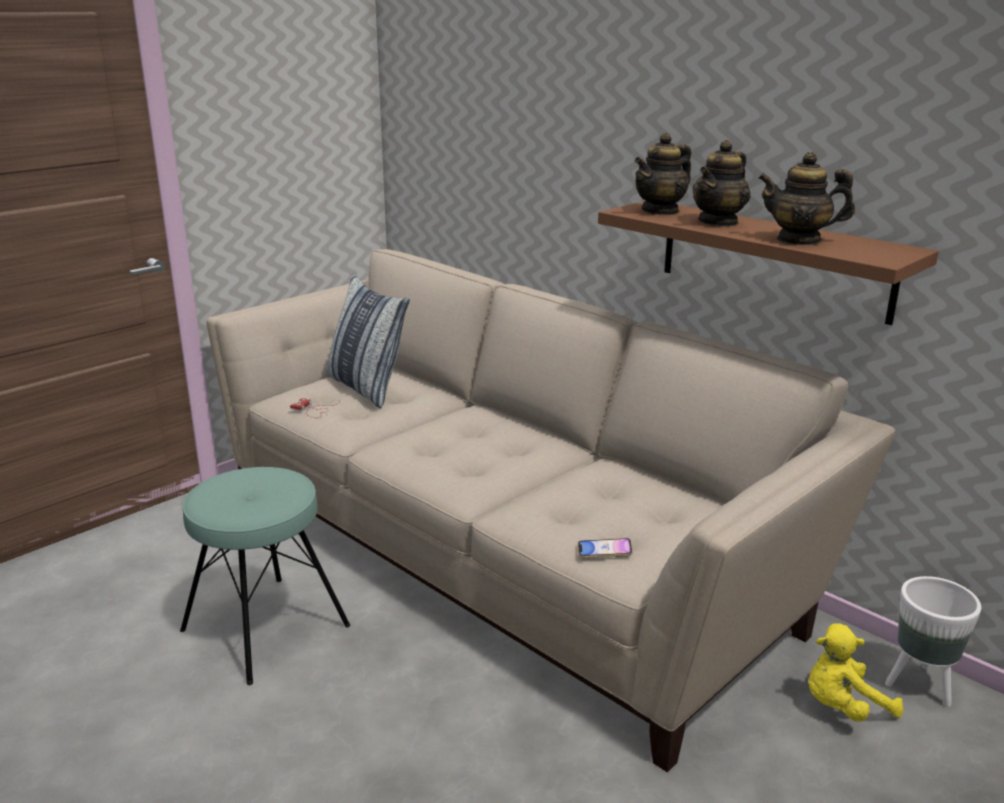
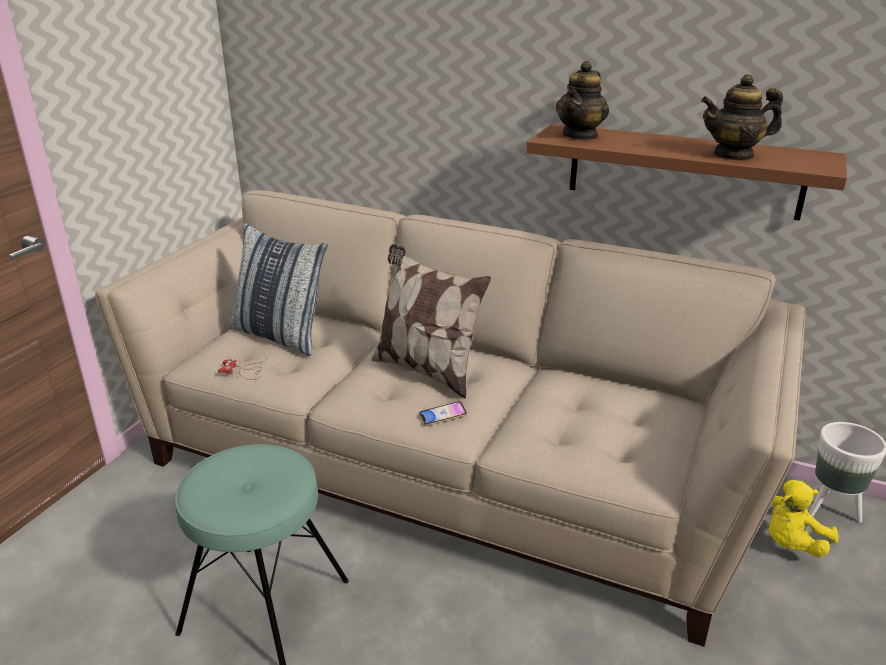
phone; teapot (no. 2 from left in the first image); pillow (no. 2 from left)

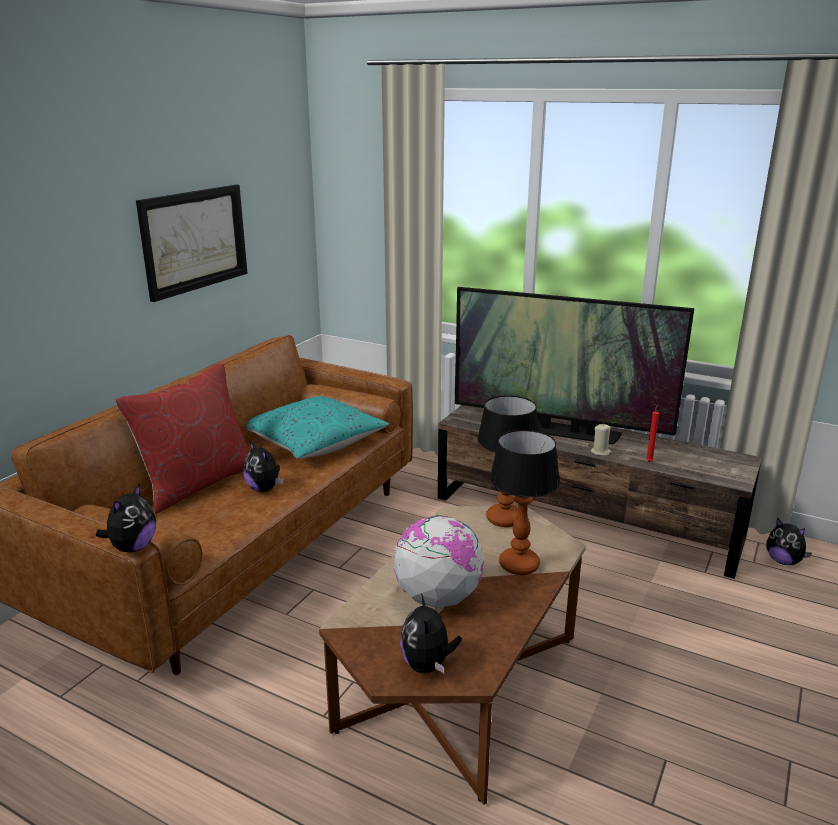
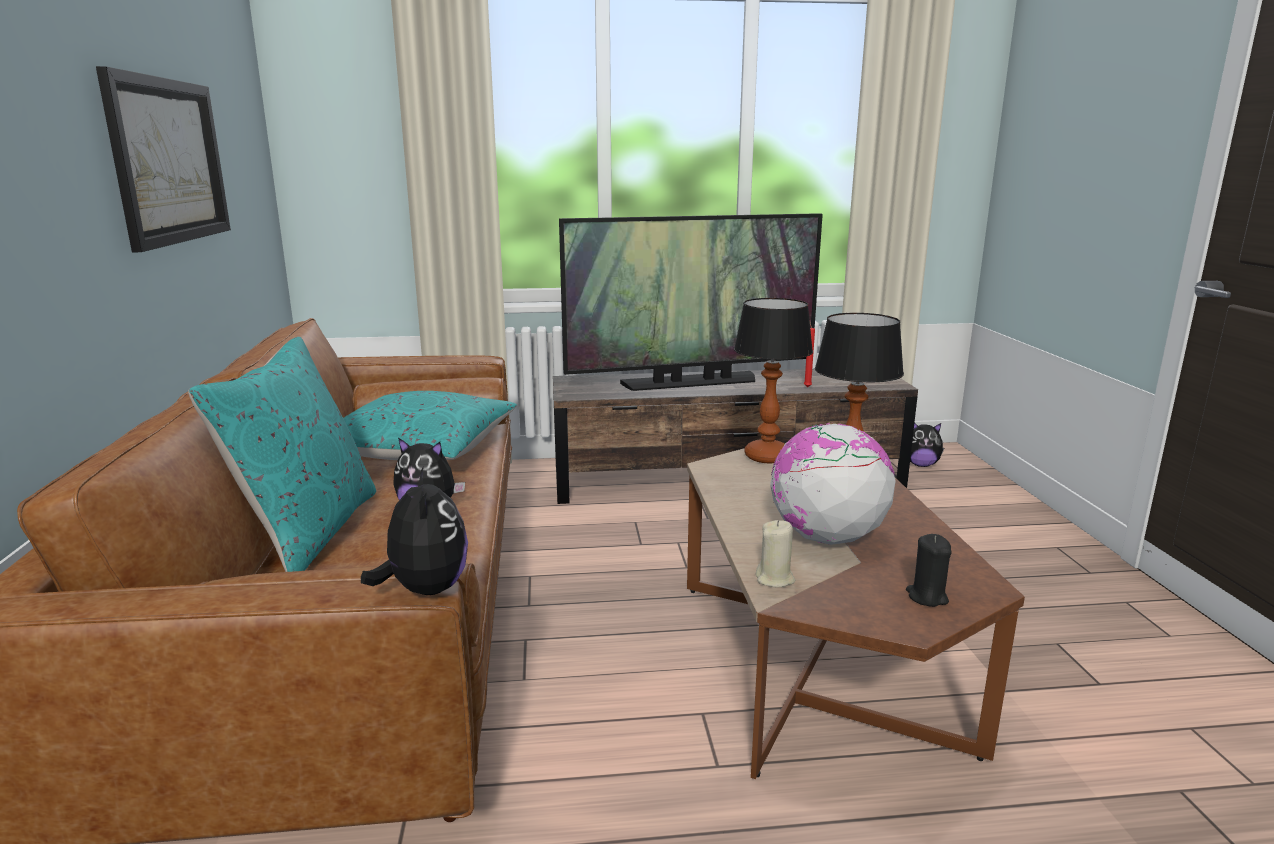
turquoise pillow (no. 1 from left); black candle; beige candle

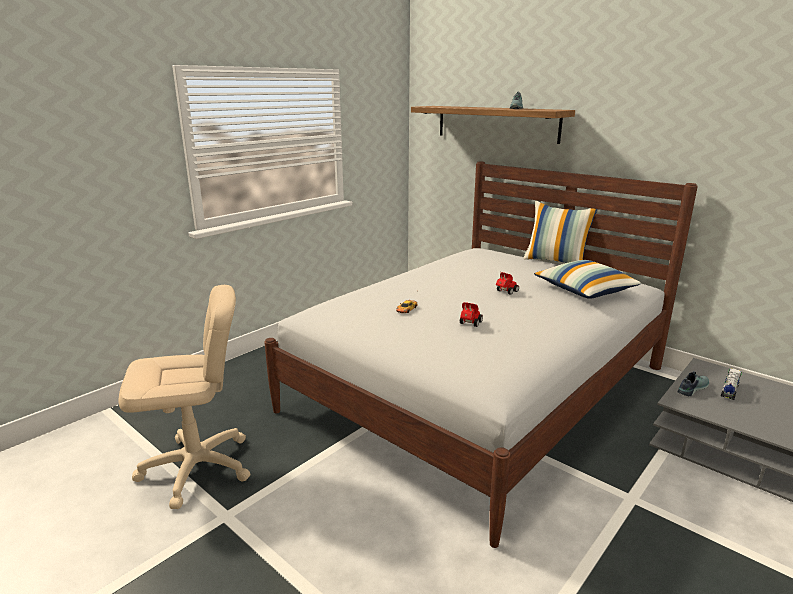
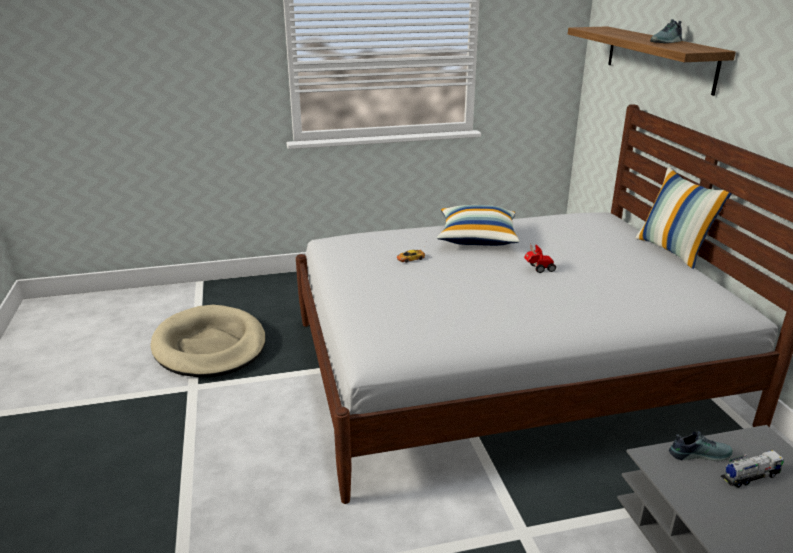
beige dog bed; toy car (no. 2 from left in the first image); pillow (no. 1 from left)

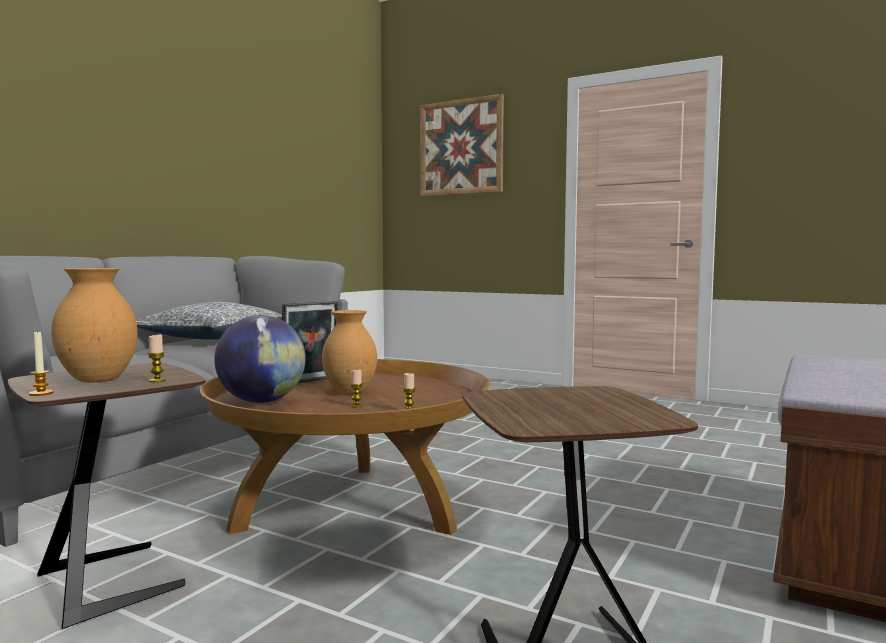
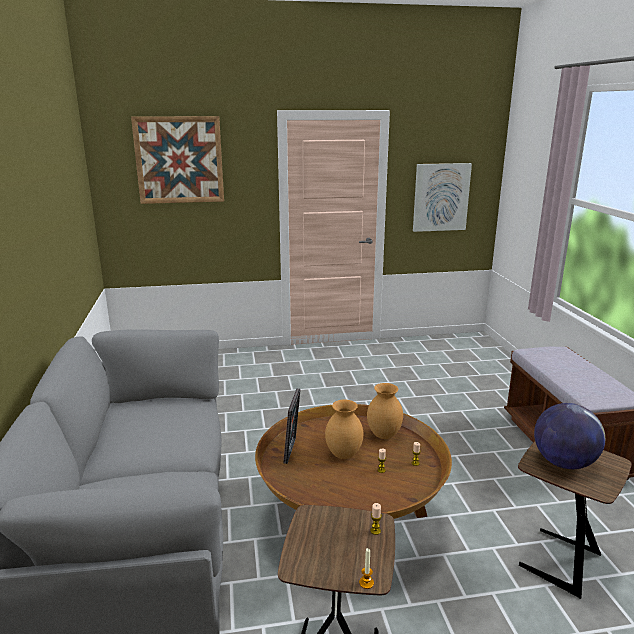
brown vase (no. 2 from left); pillow; globe; picture (no. 2 from left)

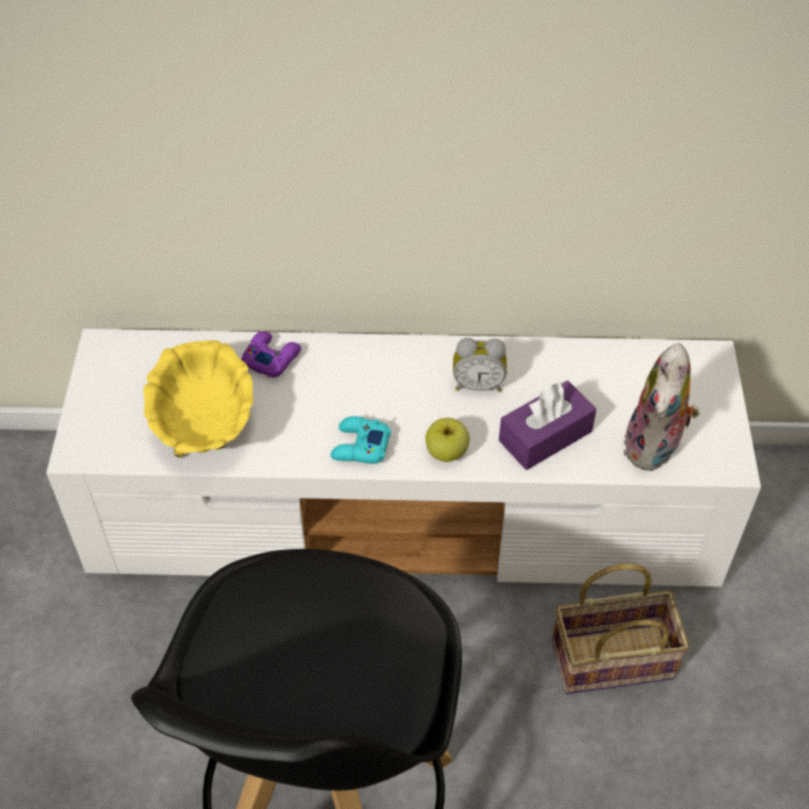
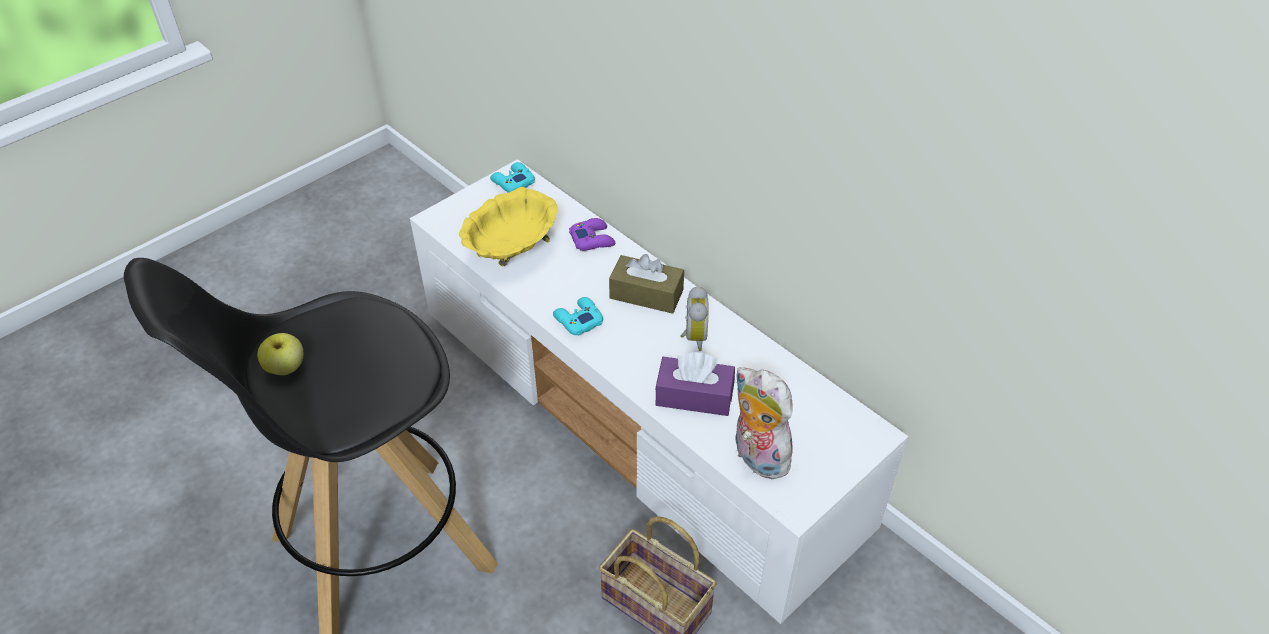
apple; alarm clock; plush toy; turquoise game controller (no. 1 from left); brown tissue box

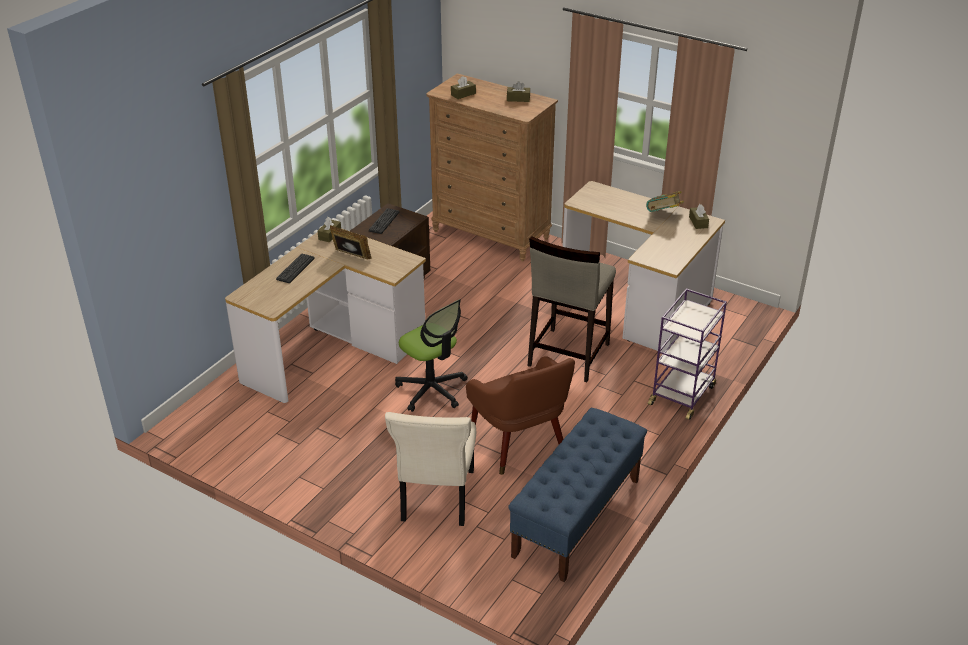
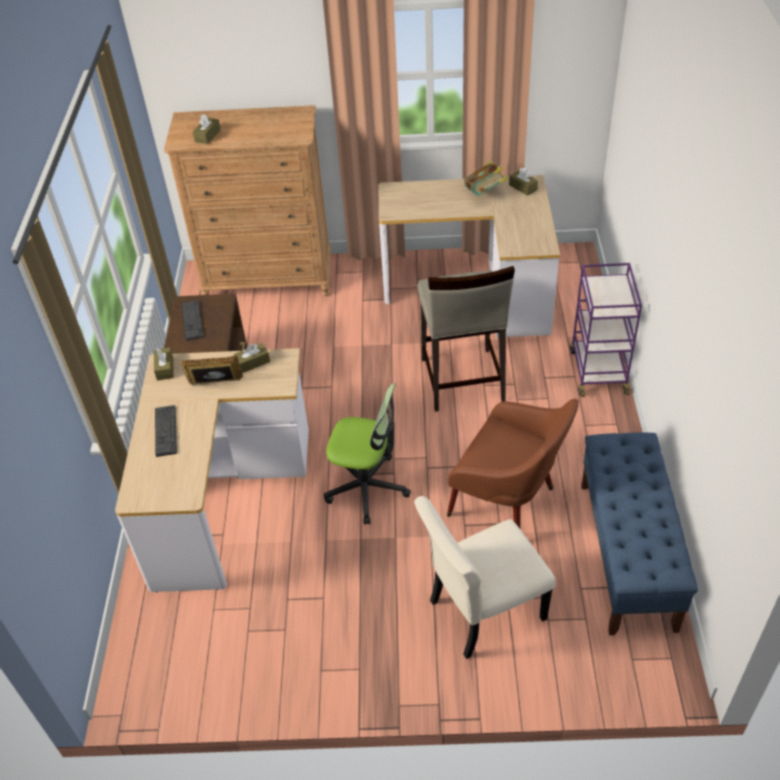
beige chair; brown tissue box (no. 3 from left)

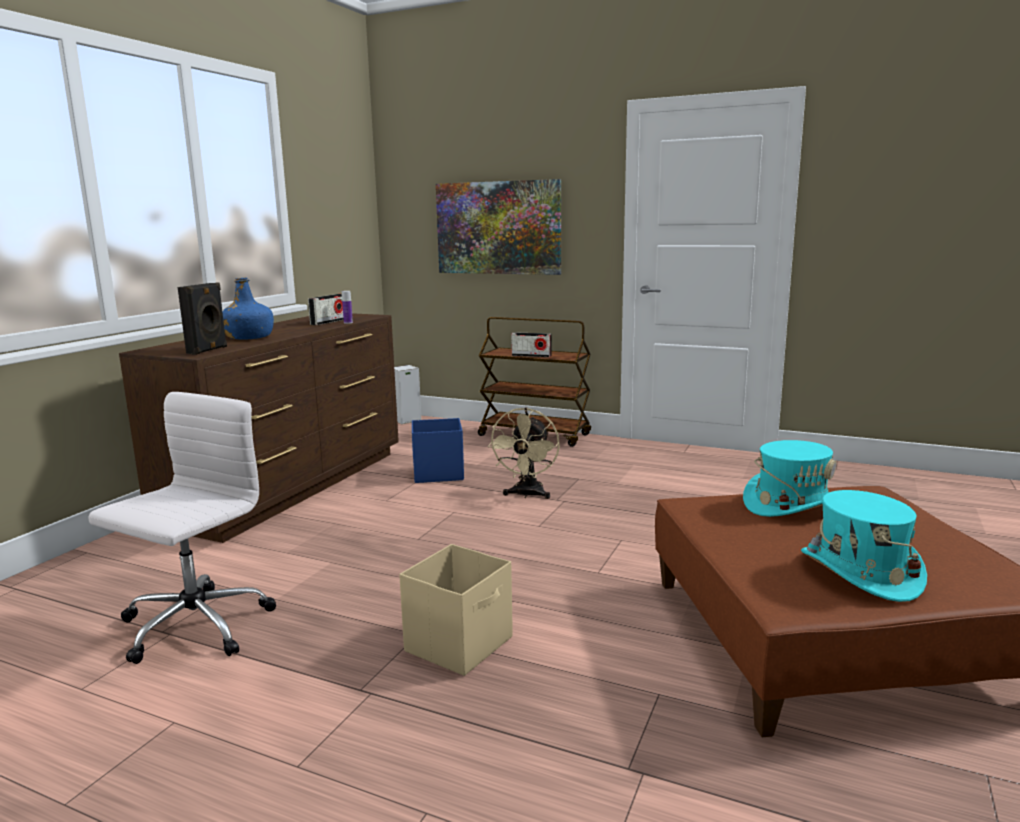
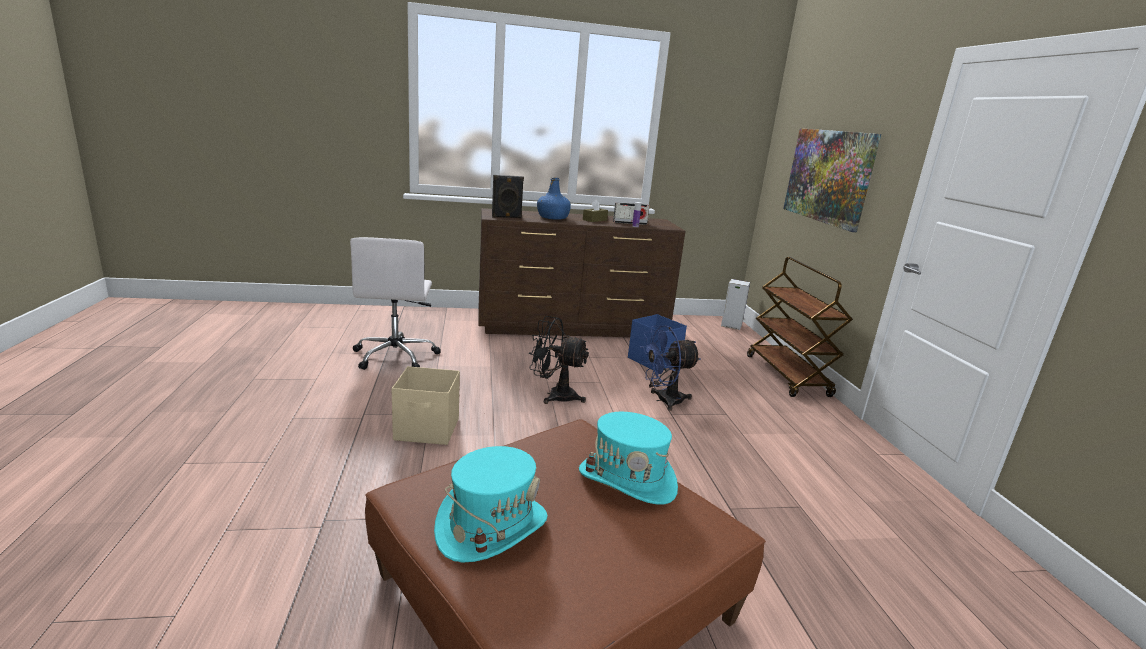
white office chair; blue fan; radio (no. 2 from left in the first image); black fan; brown tissue box

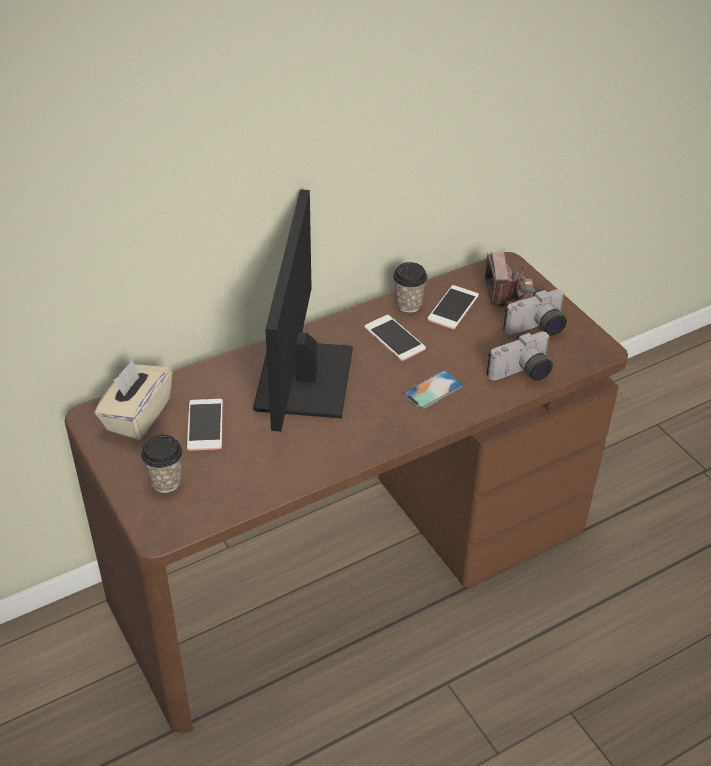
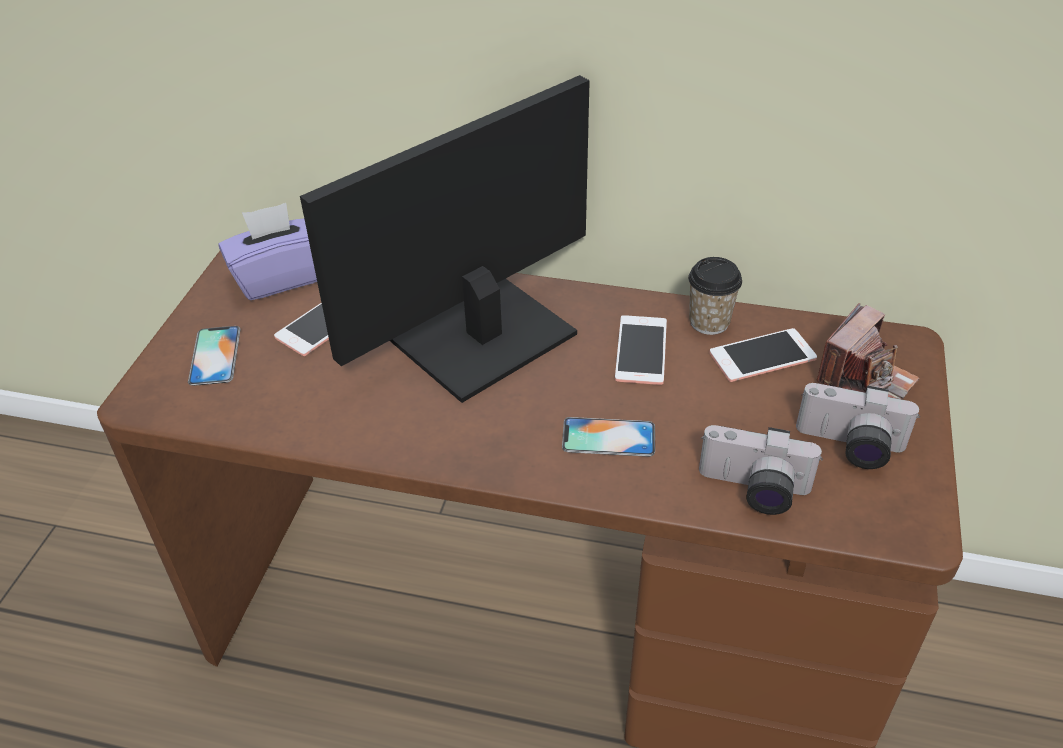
purple tissue box; phone (no. 1 from left)

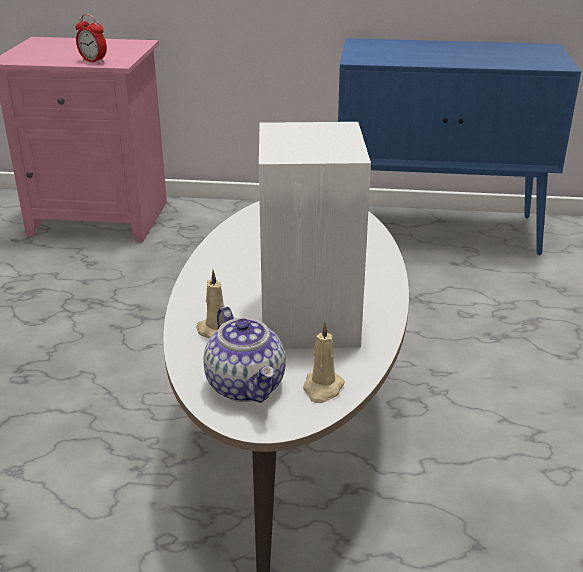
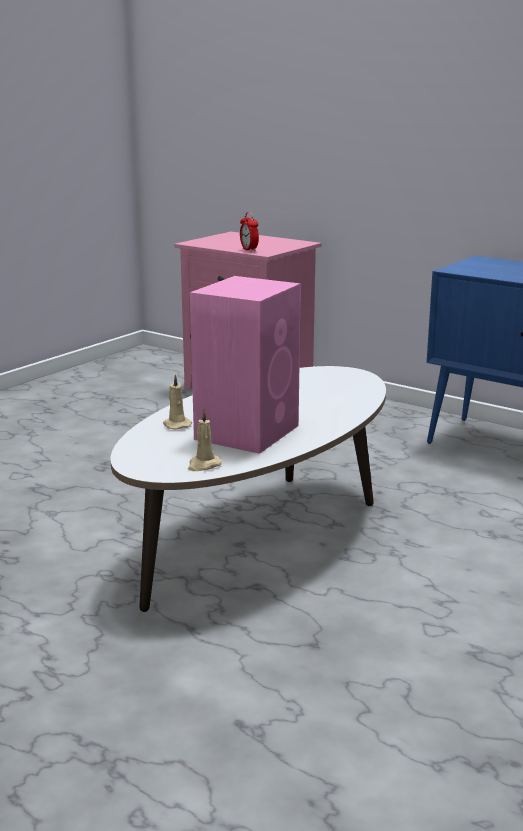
teapot; pink speaker

